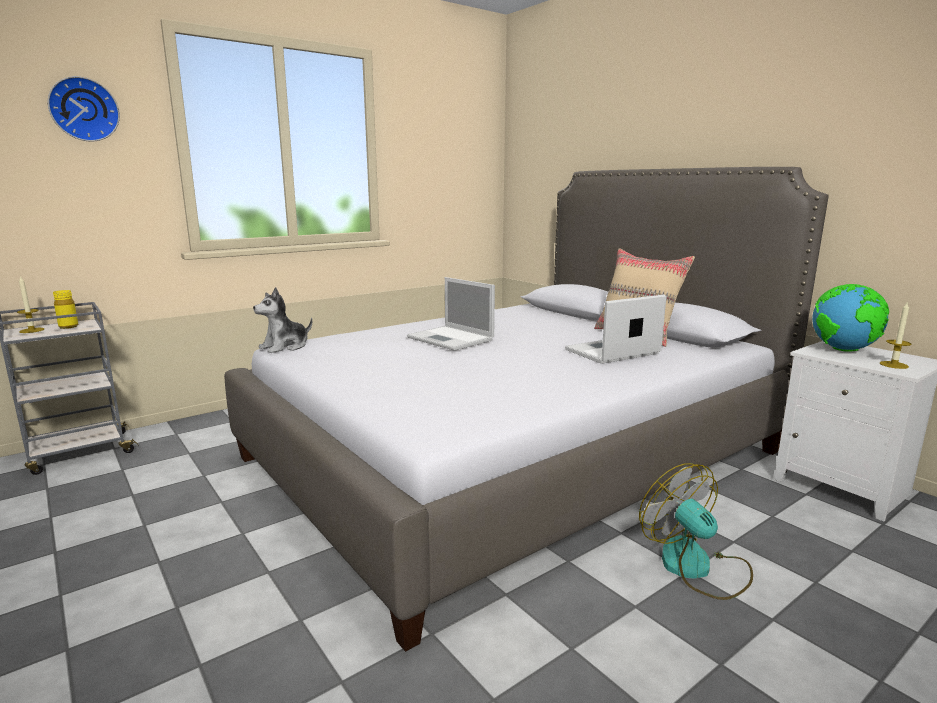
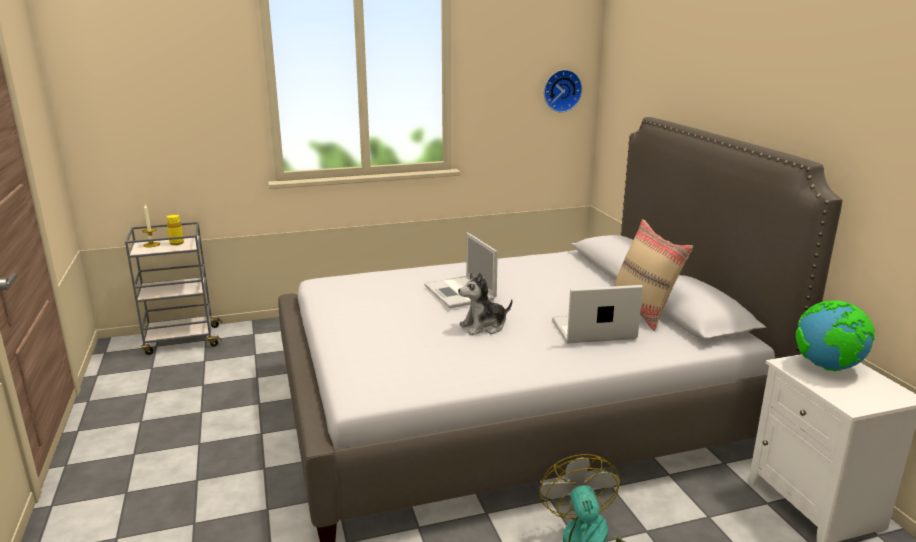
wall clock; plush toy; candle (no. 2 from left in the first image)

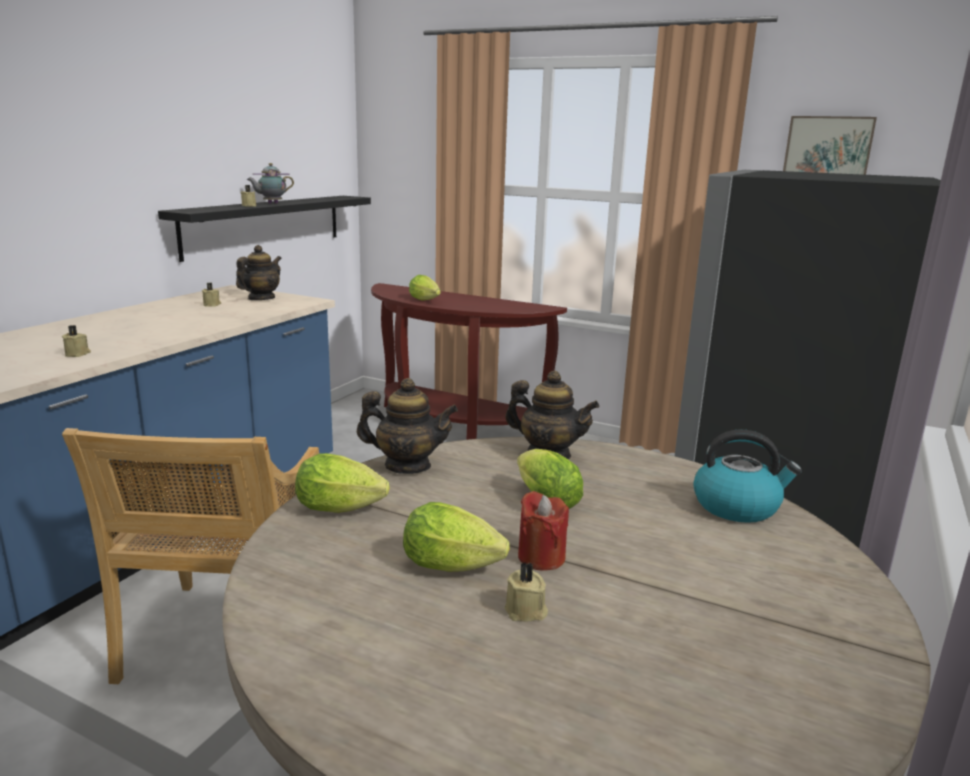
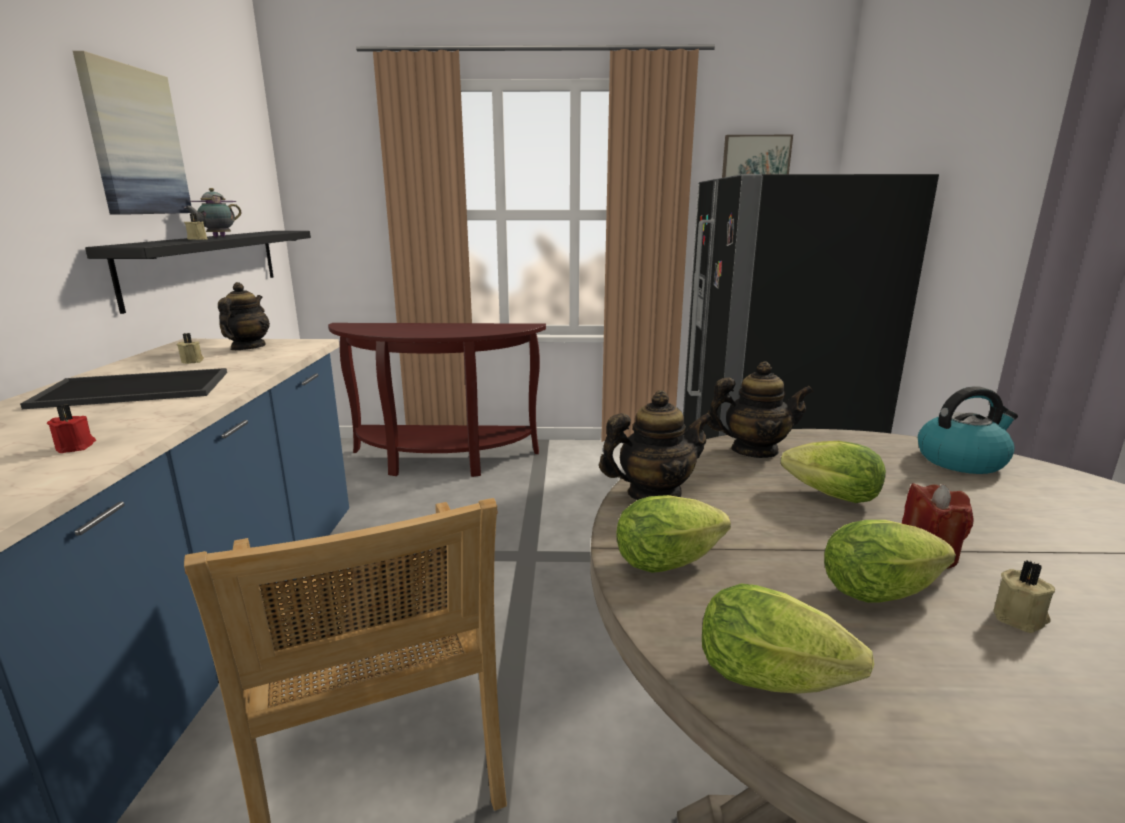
red candle (no. 1 from left); lettuce (no. 2 from left); tray; picture (no. 1 from left)

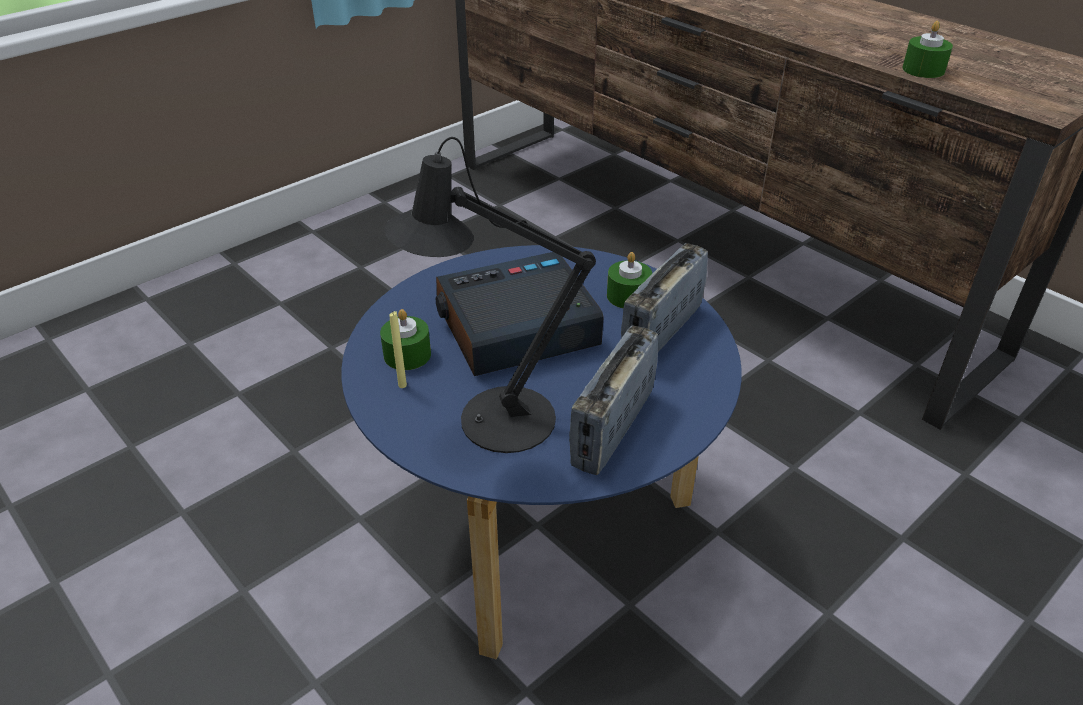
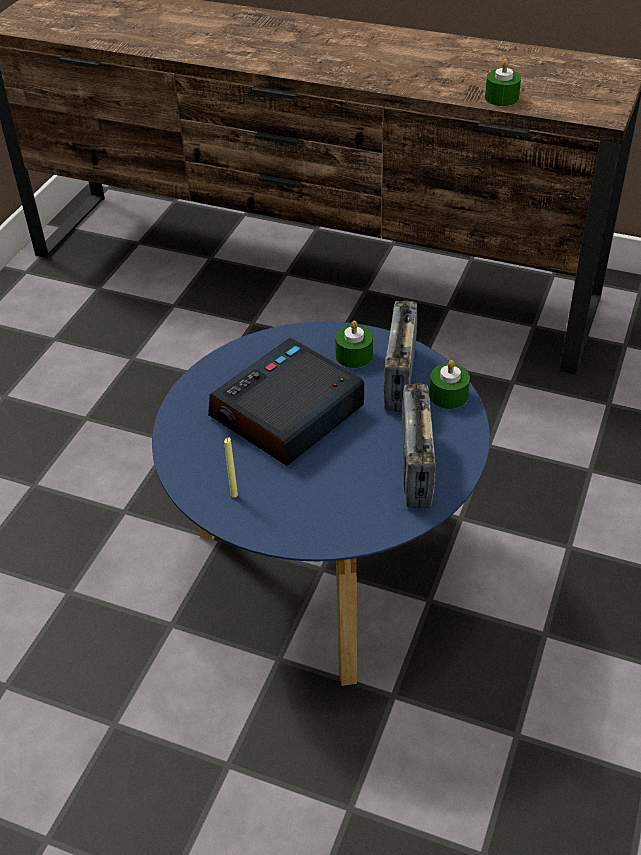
green candle (no. 2 from left); black table lamp

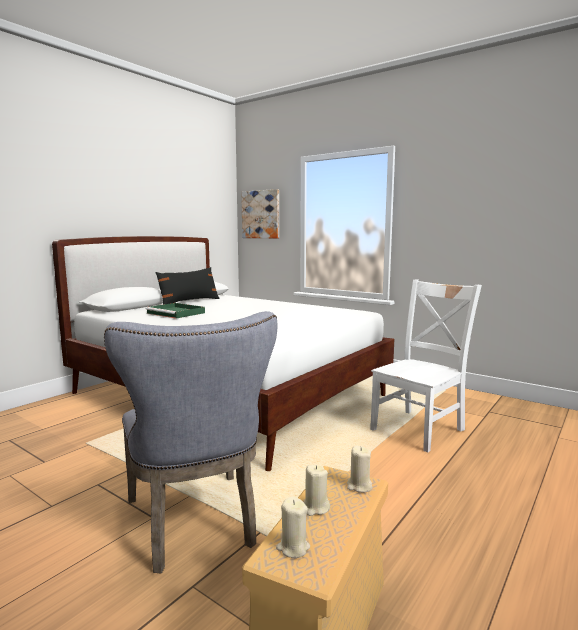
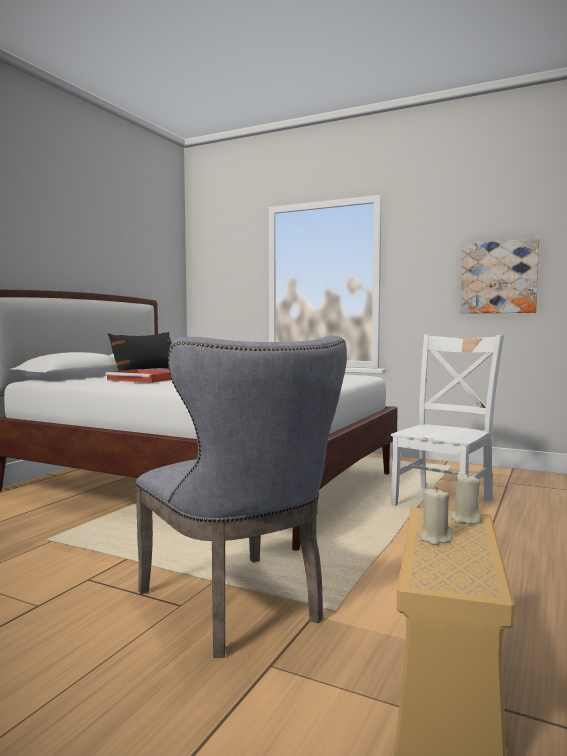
red tray; picture; beige candle (no. 1 from left in the first image)

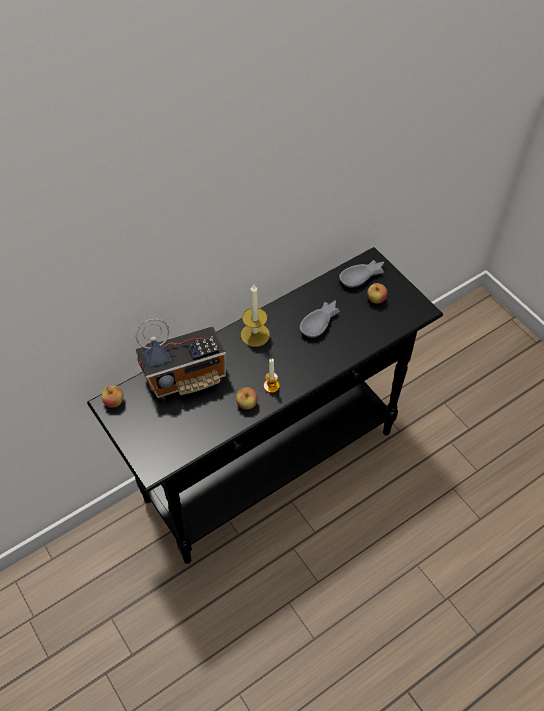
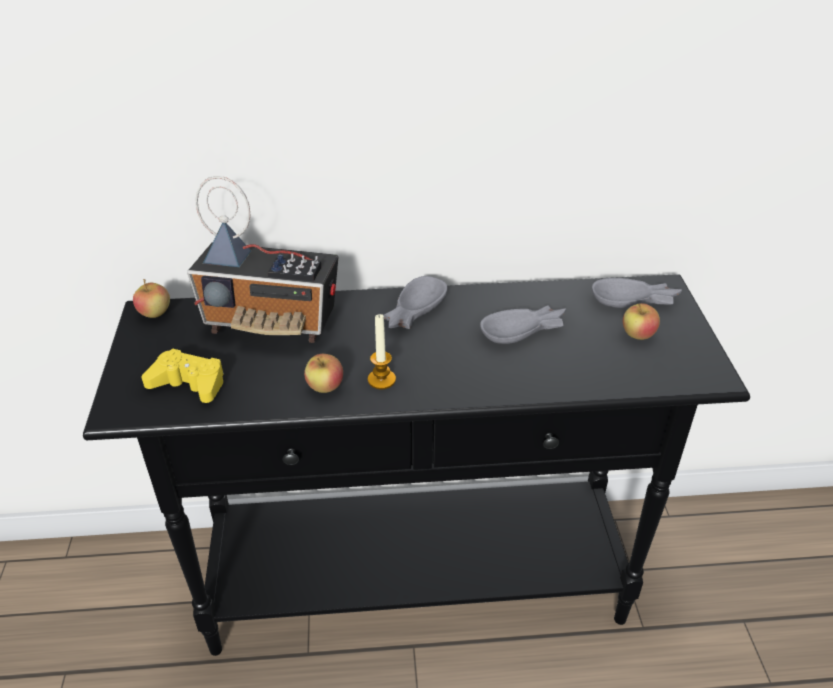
grey bowl (no. 1 from left); yellow game controller

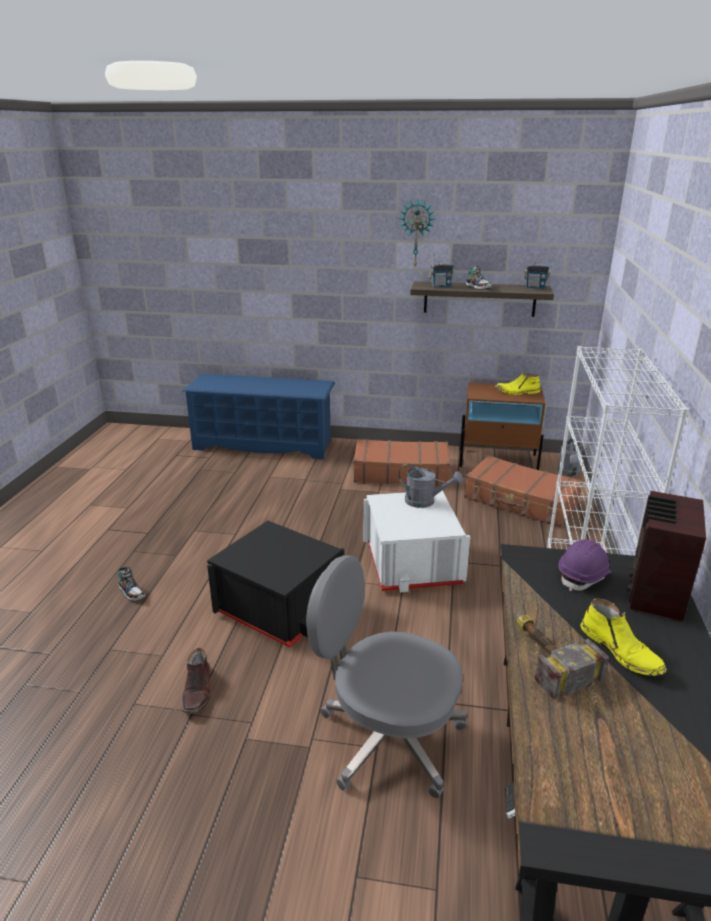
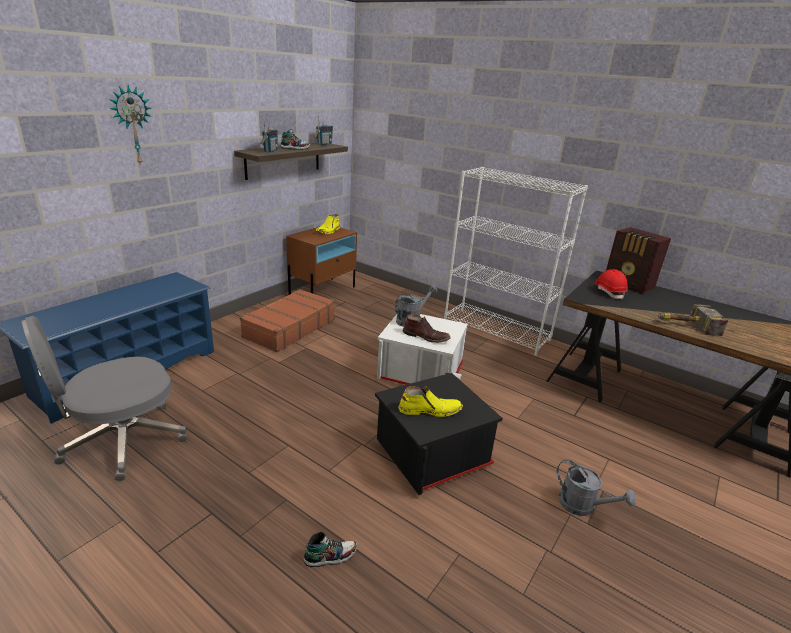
brown boot; grey office chair; wall clock; brown suitcase (no. 2 from left in the first image); grey watering can (no. 2 from left); red hard hat; yellow boot (no. 2 from left)

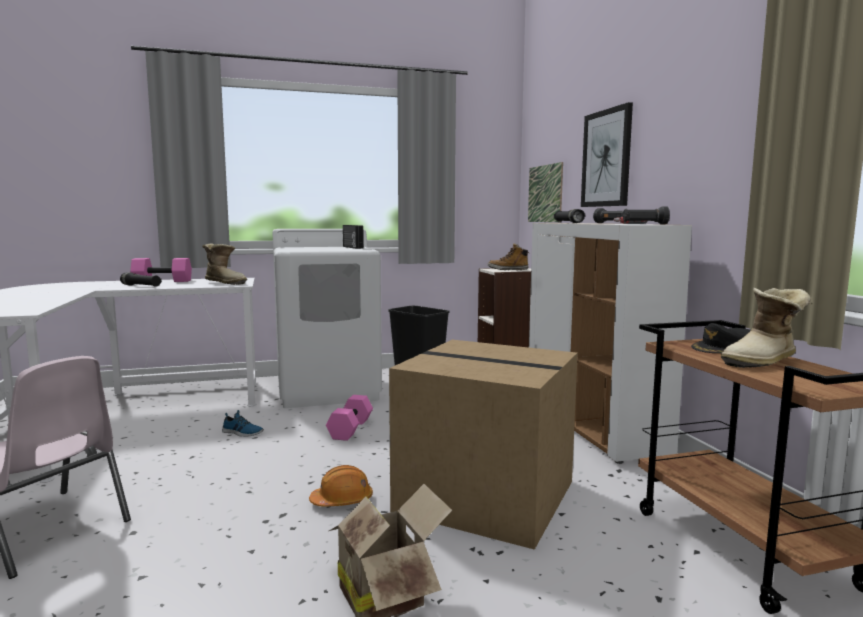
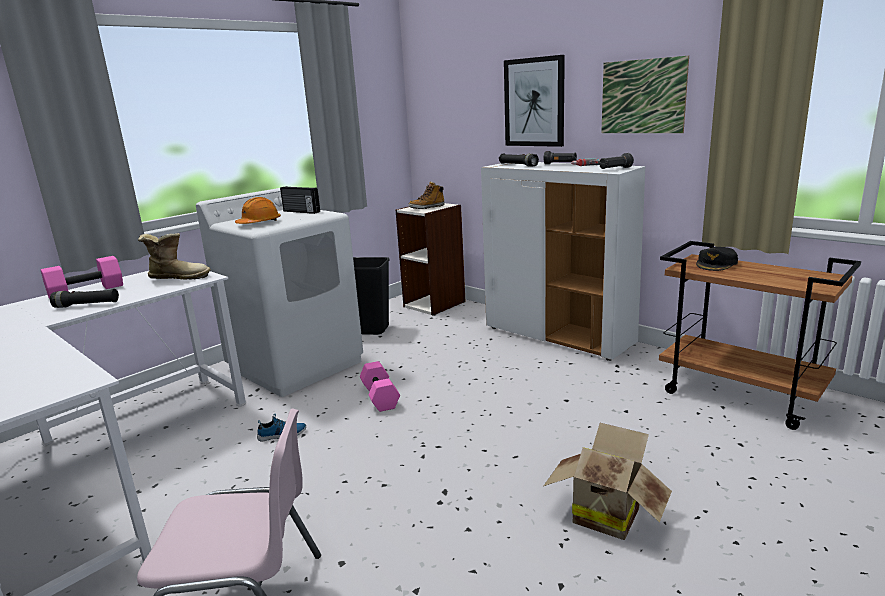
orange hard hat; cardboard box (no. 2 from left in the first image); picture (no. 2 from left); boot (no. 3 from left in the first image)

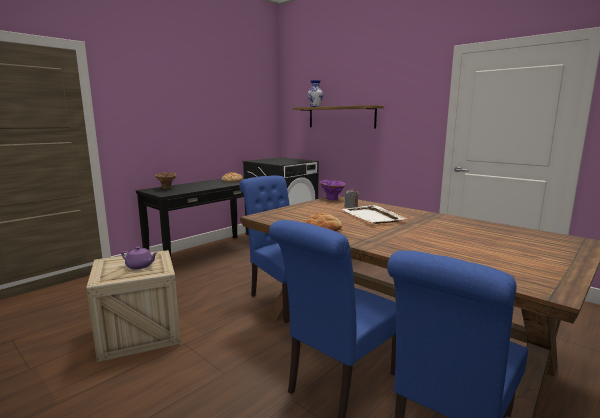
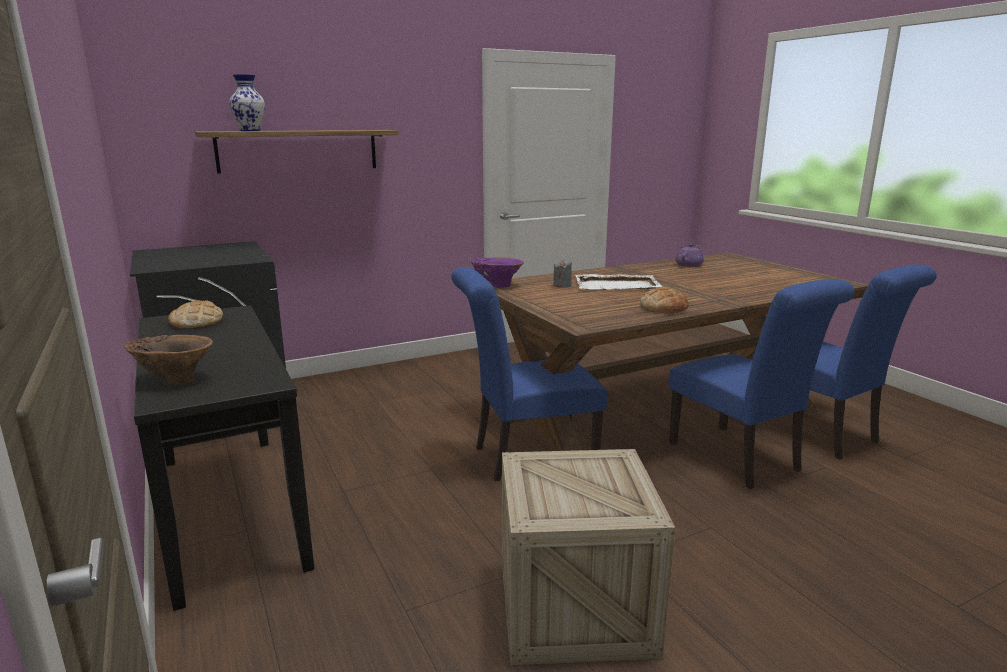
purple teapot

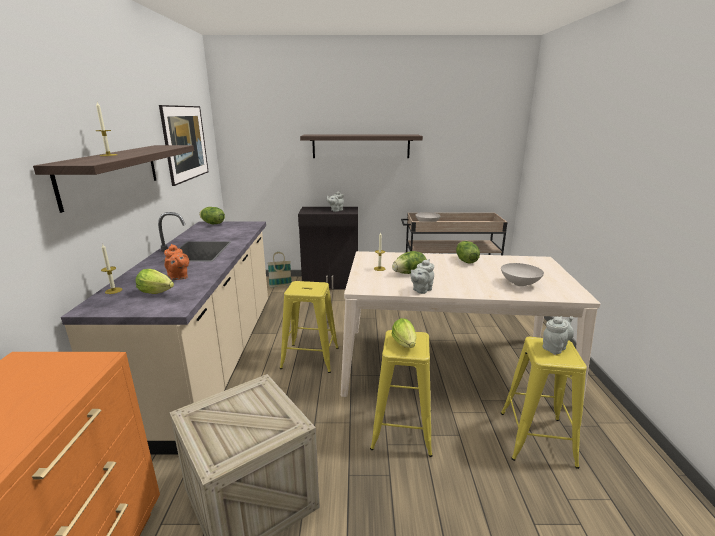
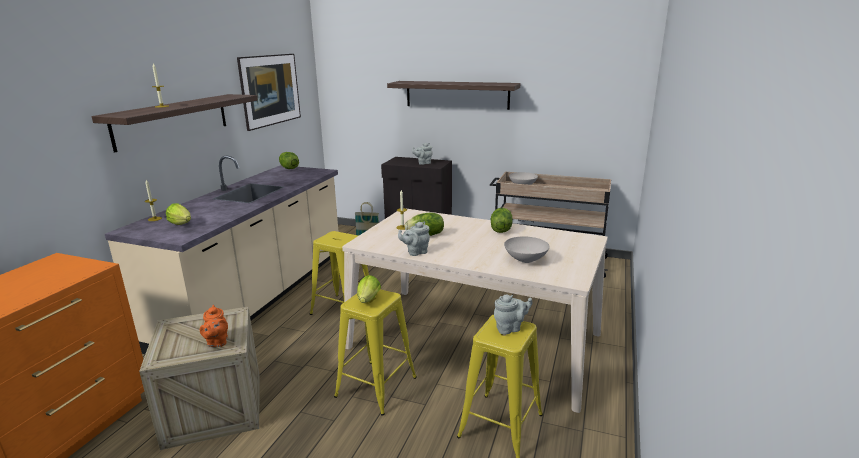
orange teapot

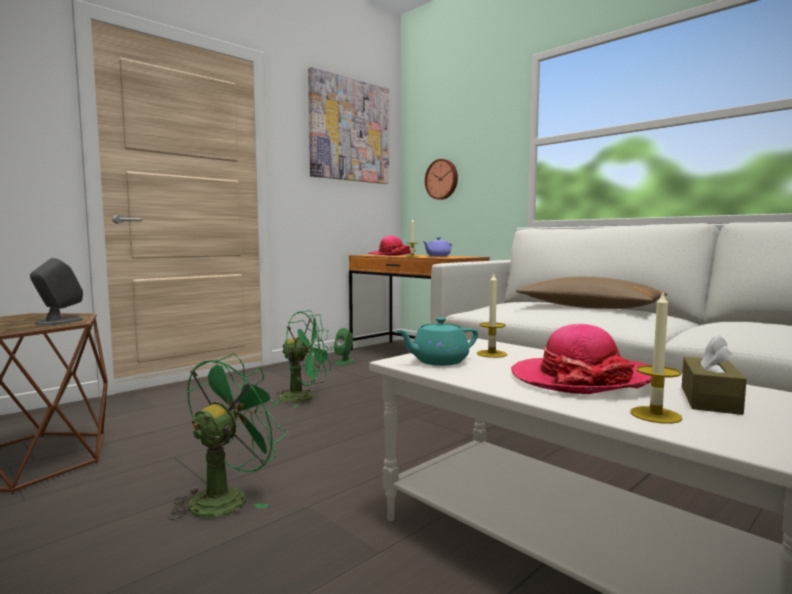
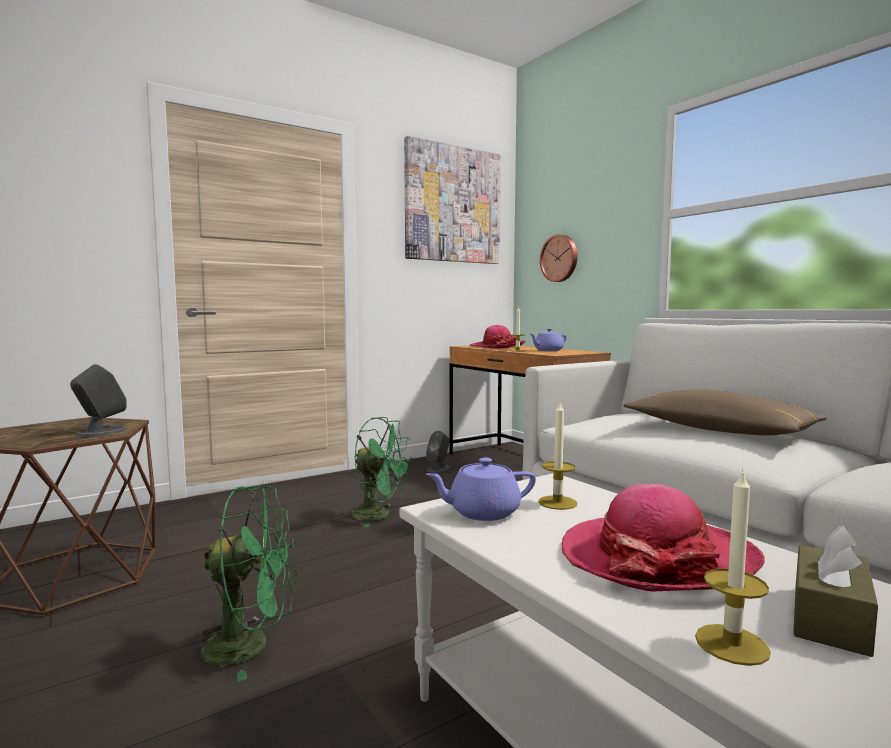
green fan (no. 1 from left); grey speaker (no. 2 from left); purple teapot (no. 1 from left)

